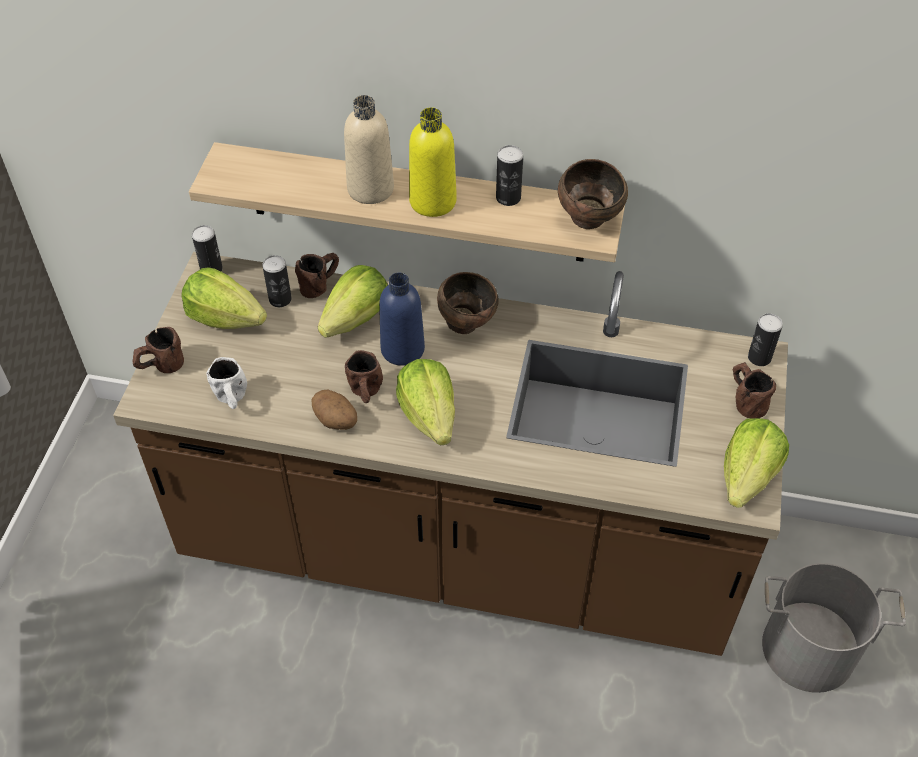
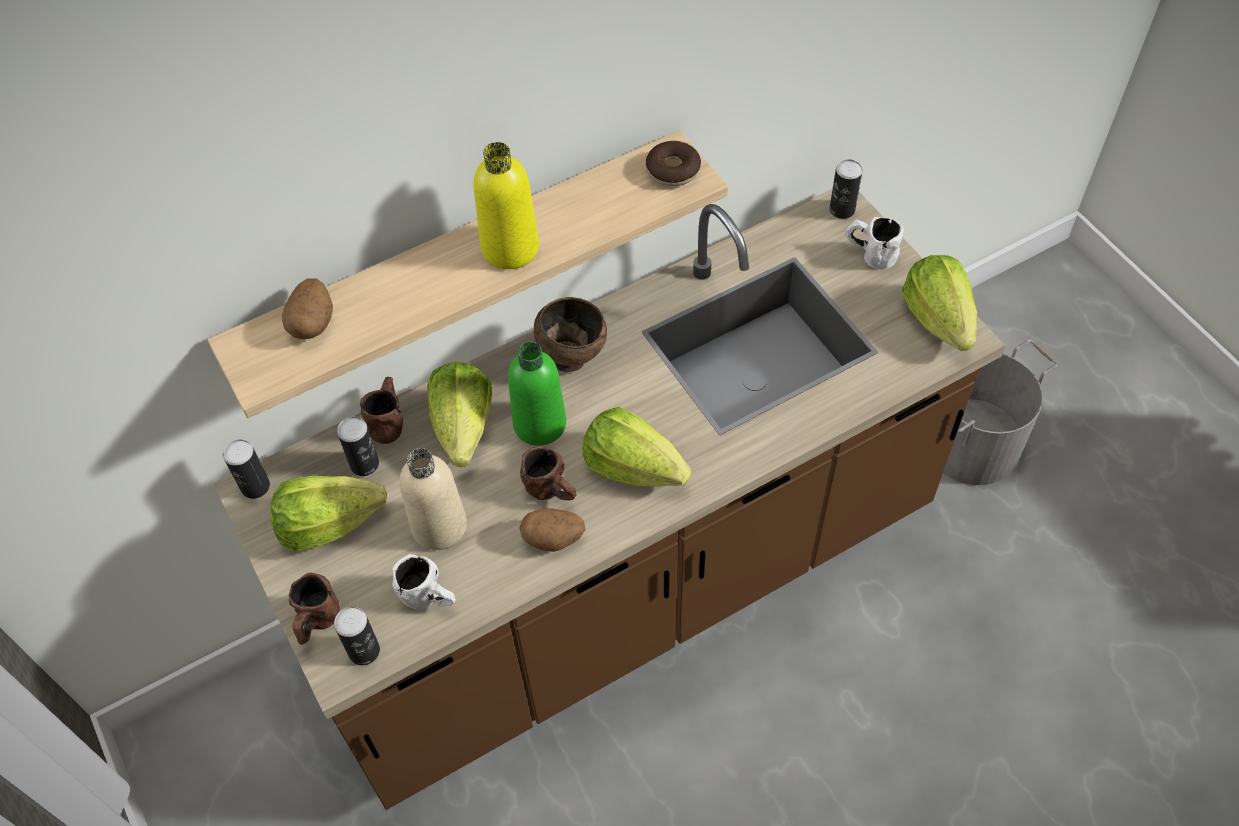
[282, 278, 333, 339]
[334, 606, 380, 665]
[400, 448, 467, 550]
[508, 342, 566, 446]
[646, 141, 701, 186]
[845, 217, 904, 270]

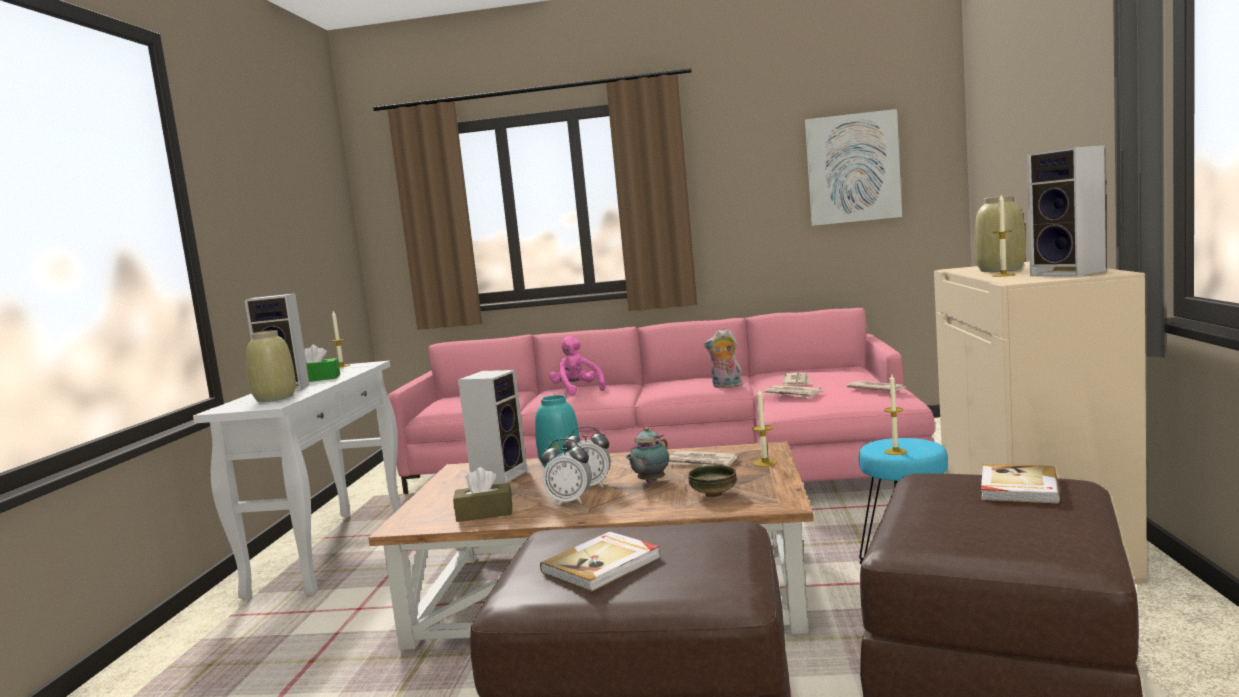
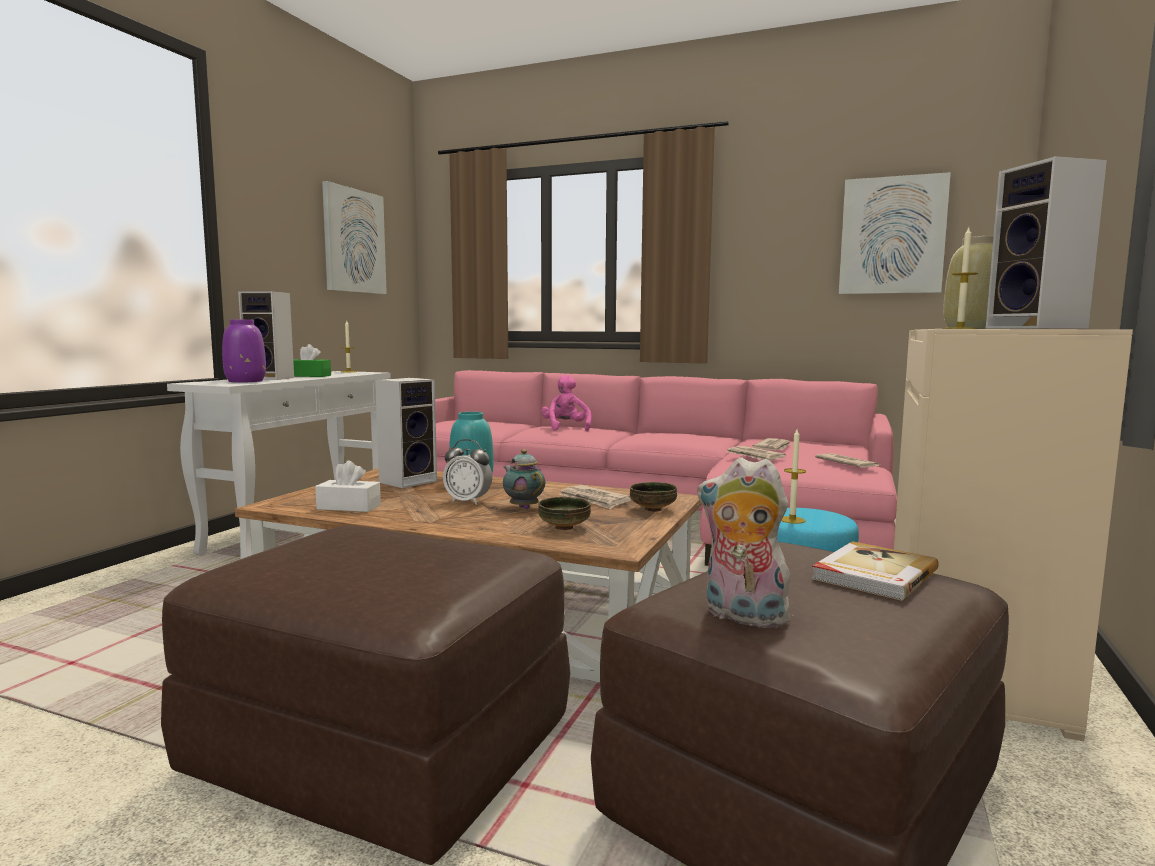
[222, 320, 266, 383]
[315, 461, 381, 512]
[322, 181, 387, 294]
[503, 449, 545, 509]
[630, 482, 677, 512]
[697, 458, 797, 628]
[540, 532, 661, 592] (first image)
[541, 438, 592, 505] (first image)

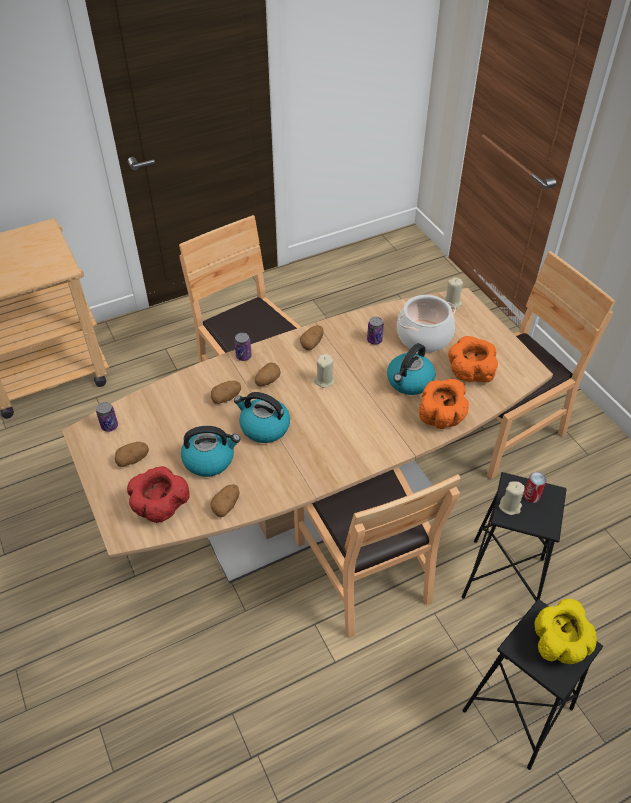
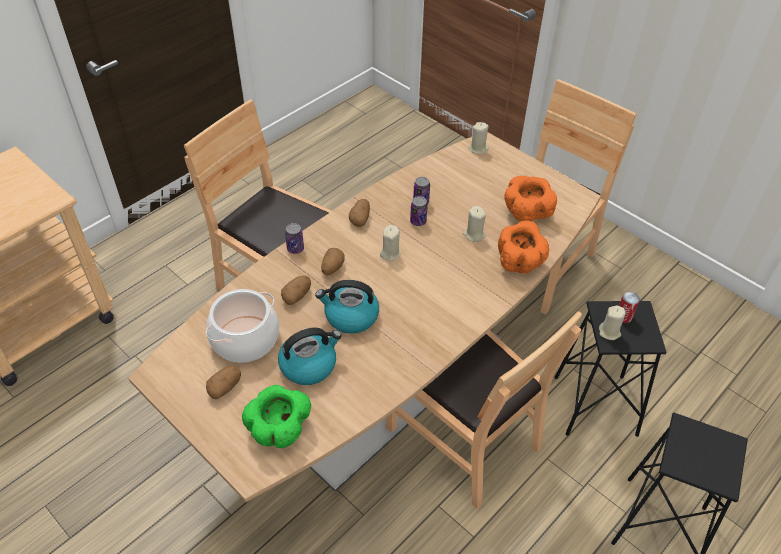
[206, 289, 279, 363]
[242, 385, 311, 448]
[410, 196, 428, 226]
[463, 206, 486, 242]
[210, 484, 240, 517] (first image)
[534, 599, 597, 664] (first image)

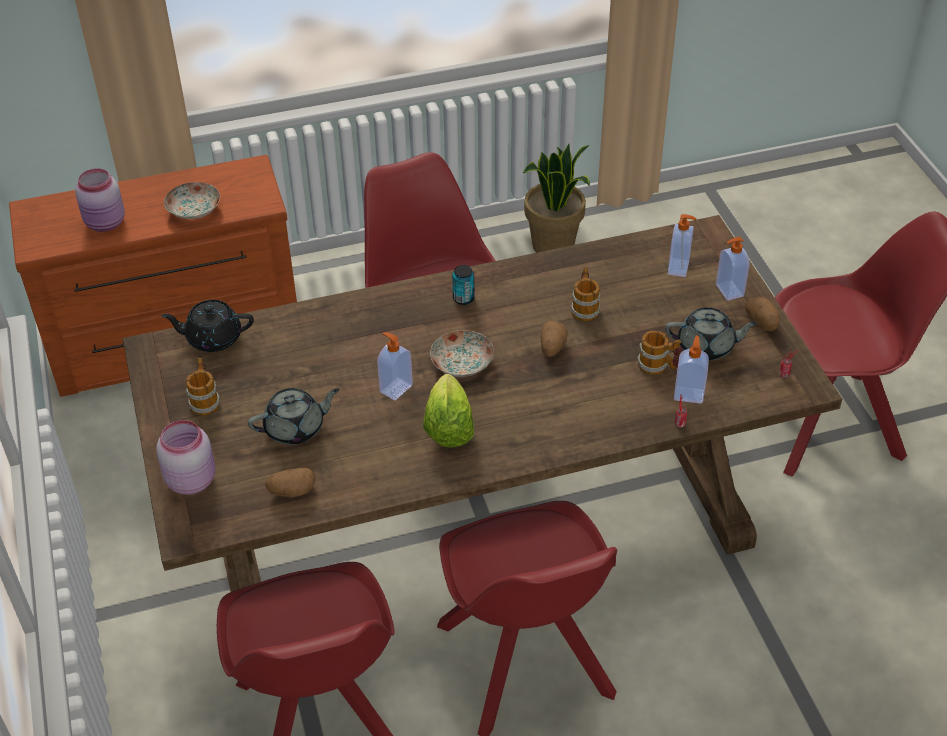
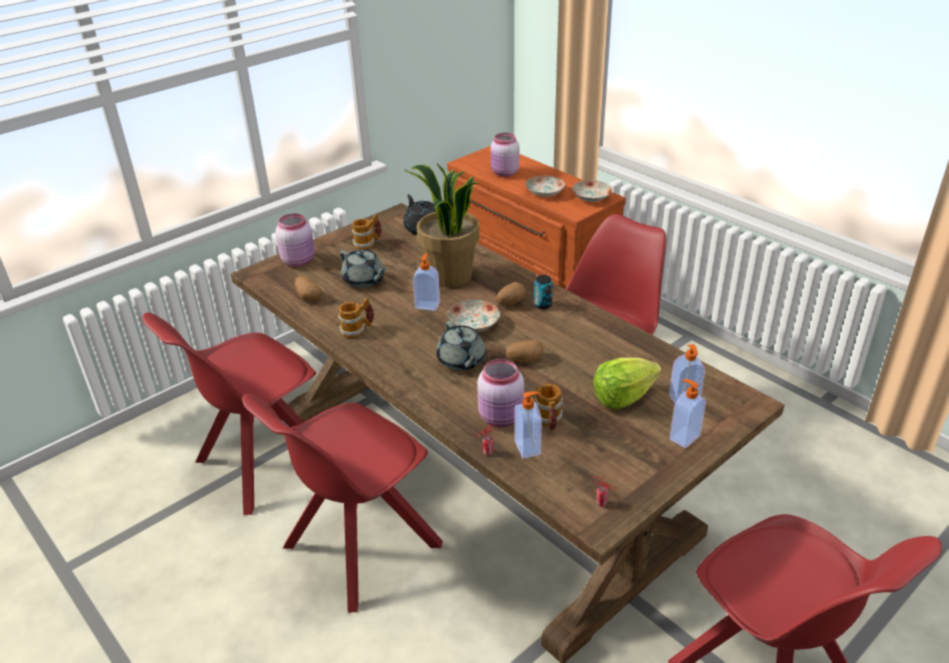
[338, 298, 374, 338]
[405, 164, 480, 288]
[436, 321, 486, 371]
[477, 359, 524, 427]
[497, 282, 526, 306]
[572, 180, 612, 202]
[593, 358, 662, 410]

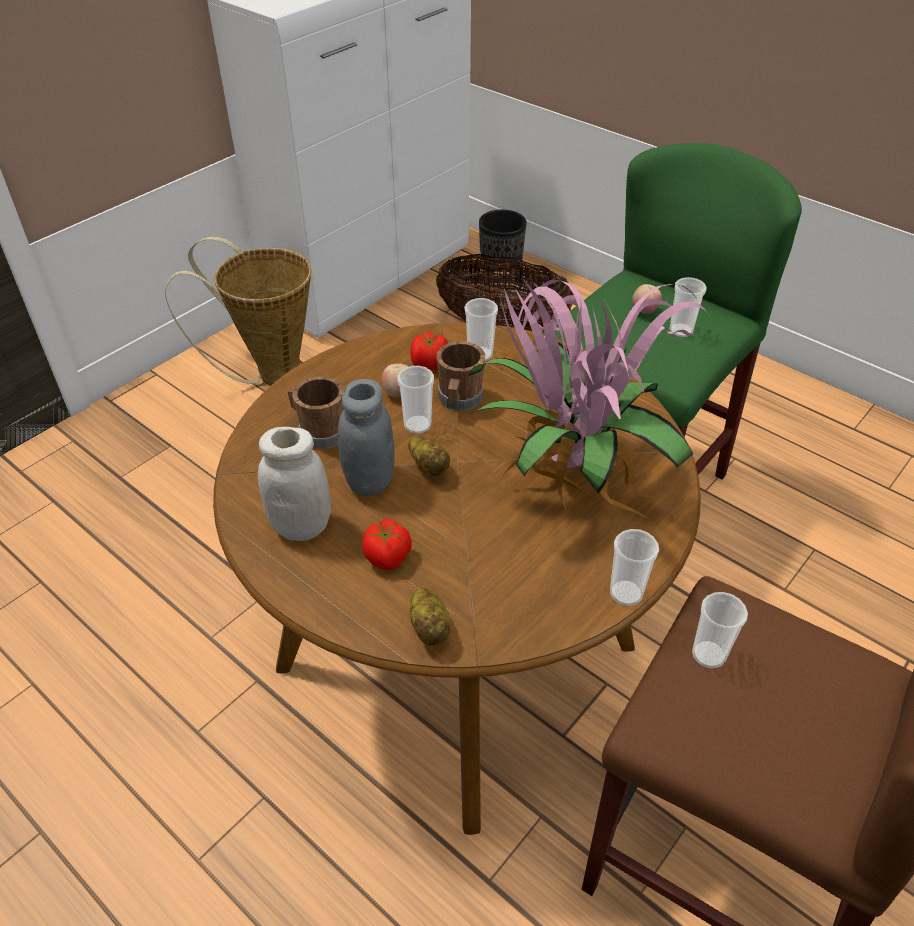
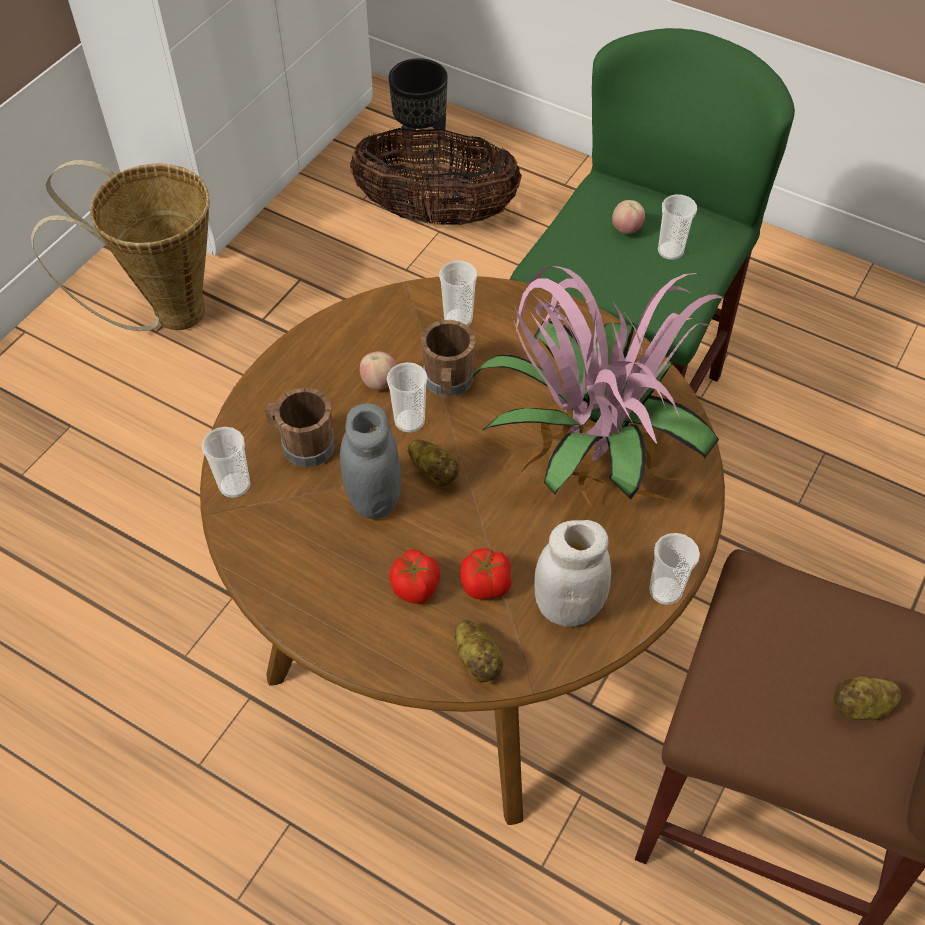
[202, 427, 250, 498]
[460, 549, 512, 599]
[535, 520, 611, 627]
[833, 676, 902, 720]

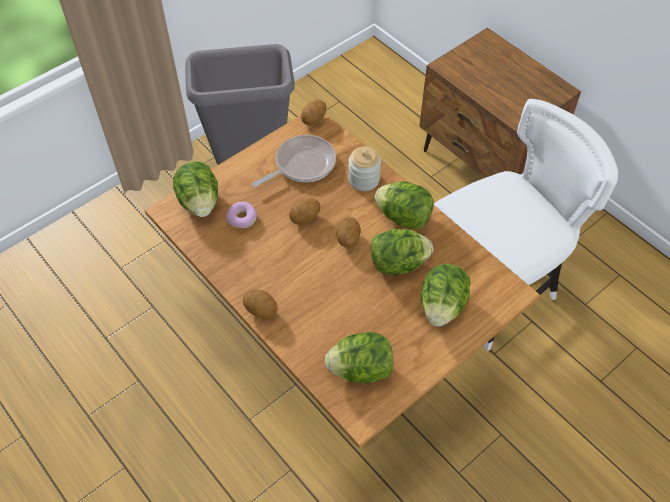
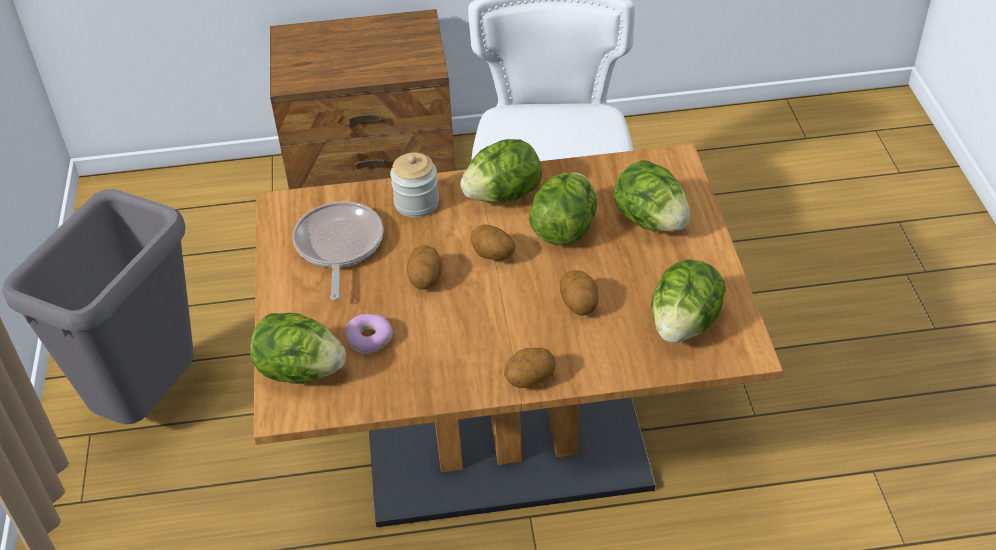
[560, 270, 599, 315]

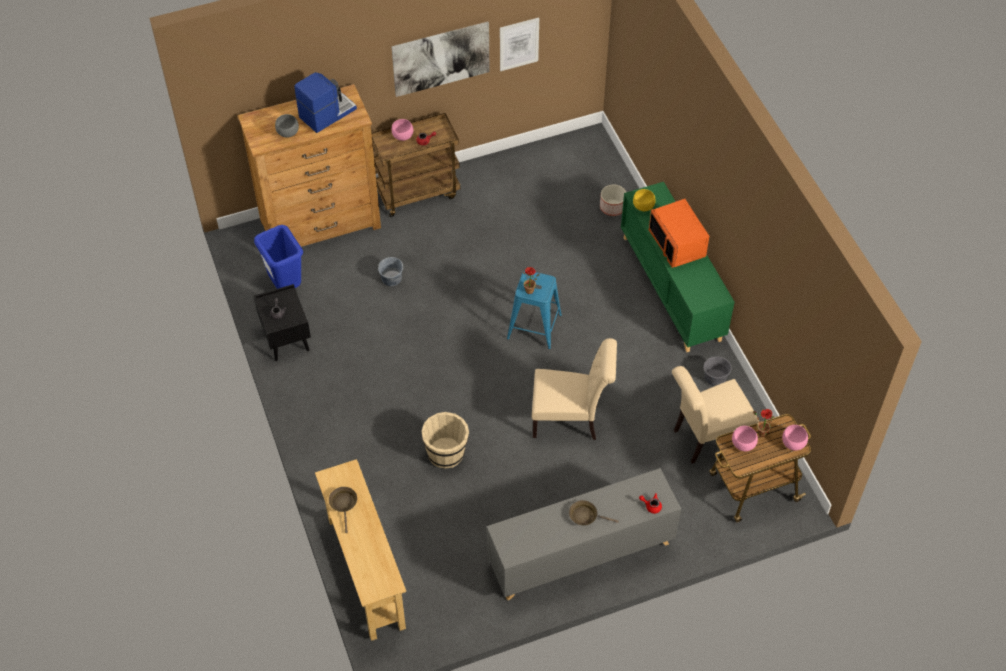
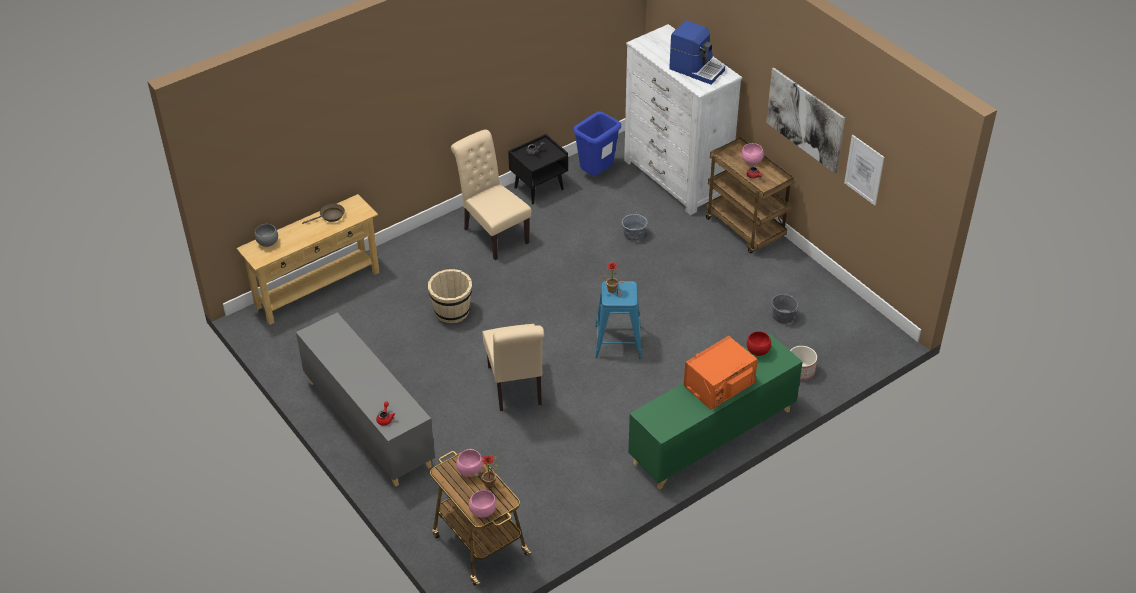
[255, 224, 278, 247]
[451, 130, 532, 260]
[624, 24, 742, 215]
[747, 331, 771, 356]
[772, 294, 798, 324]
[569, 500, 619, 525] (first image)

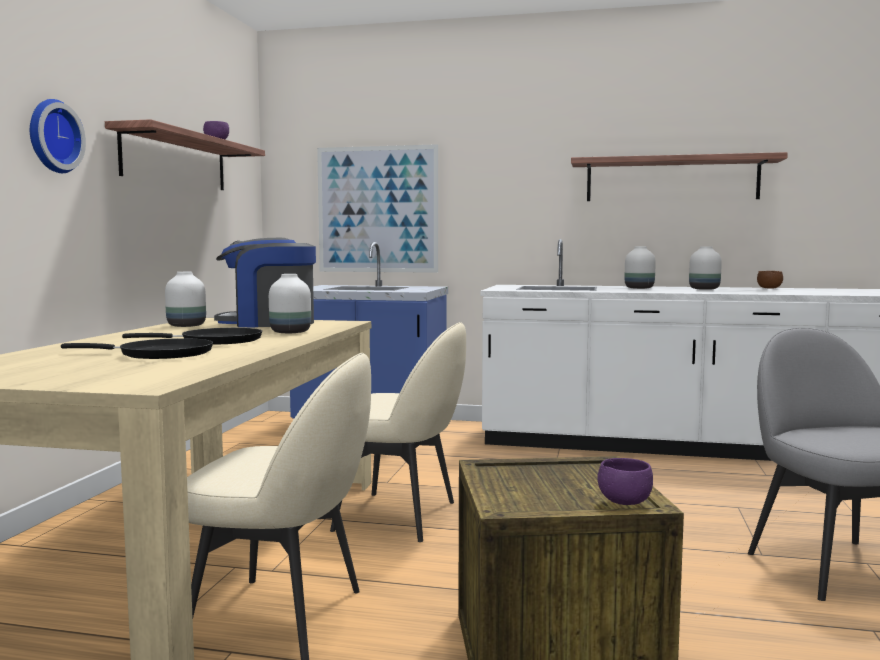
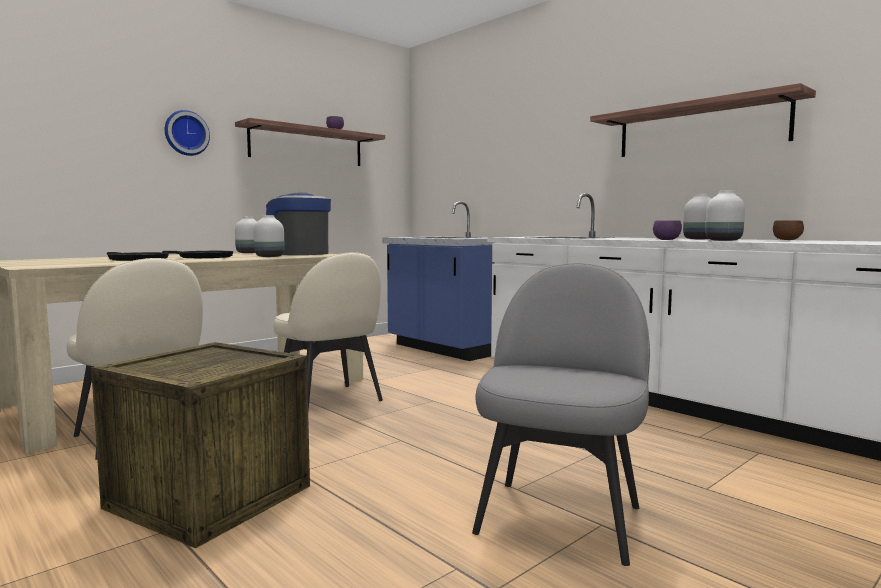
[653, 220, 682, 240]
[705, 191, 745, 241]
[317, 144, 438, 273] (first image)

